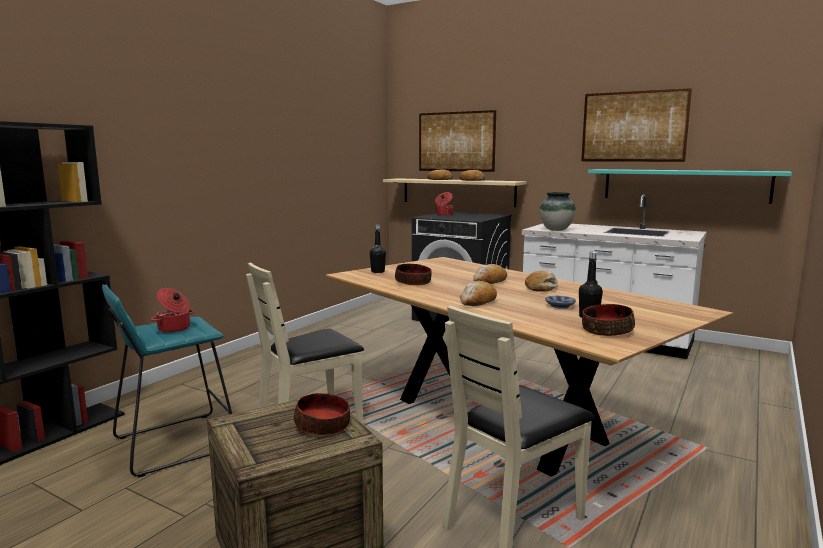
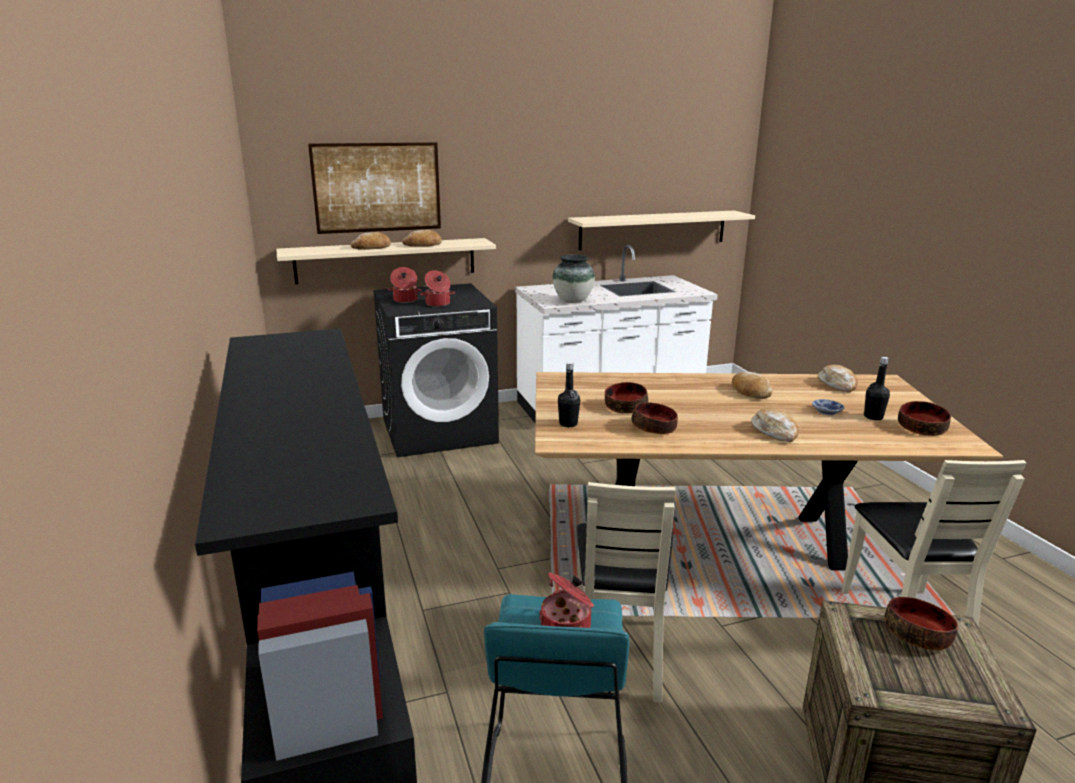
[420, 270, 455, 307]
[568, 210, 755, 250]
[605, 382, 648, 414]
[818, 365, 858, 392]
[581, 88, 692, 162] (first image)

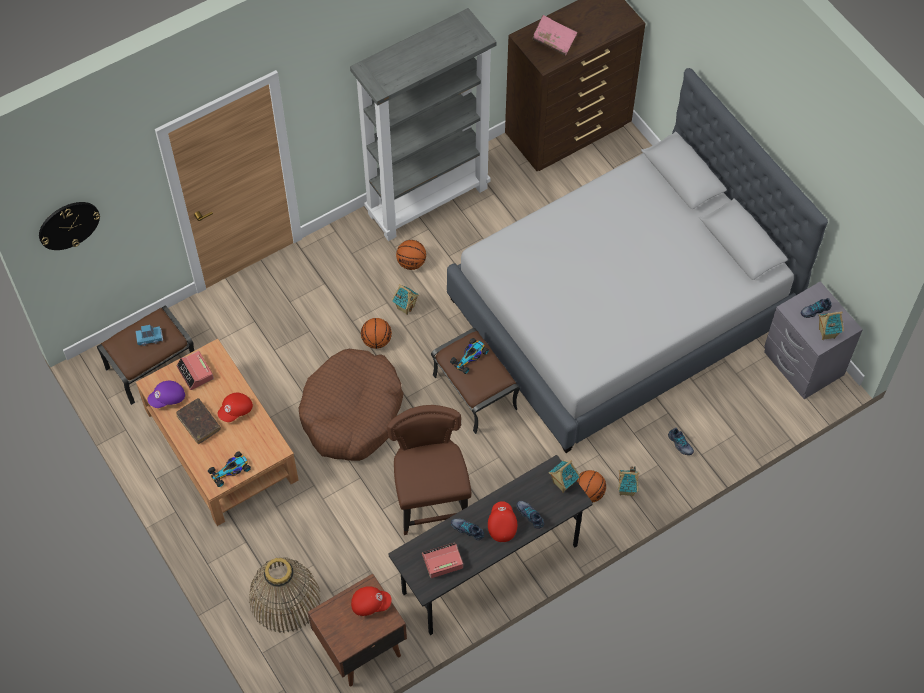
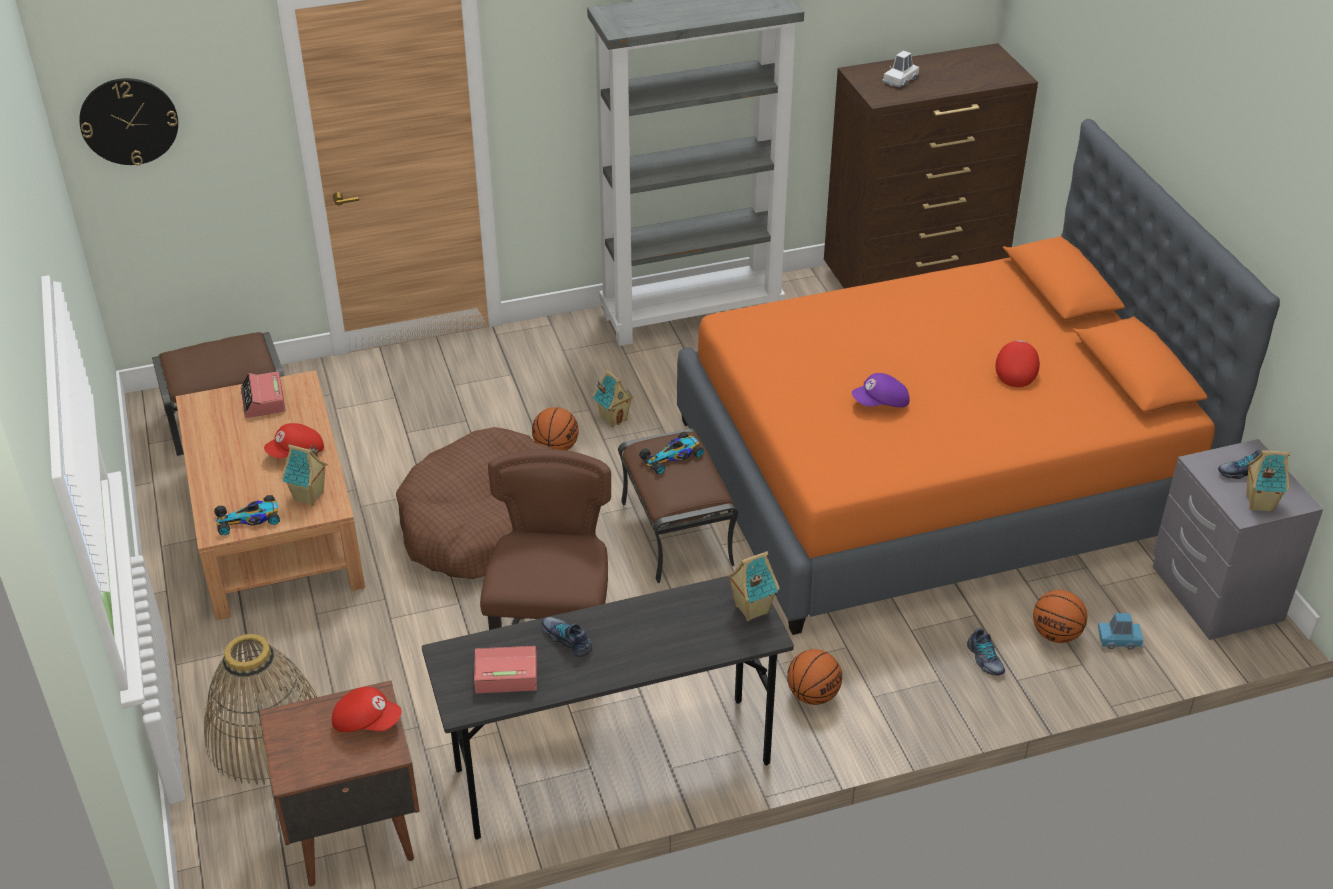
[281, 444, 328, 506]
[677, 119, 1280, 635]
[852, 373, 910, 407]
[882, 51, 919, 87]
[996, 340, 1040, 387]
[1033, 590, 1087, 643]
[1098, 613, 1144, 650]
[176, 398, 221, 444] (first image)
[516, 501, 544, 529] (first image)

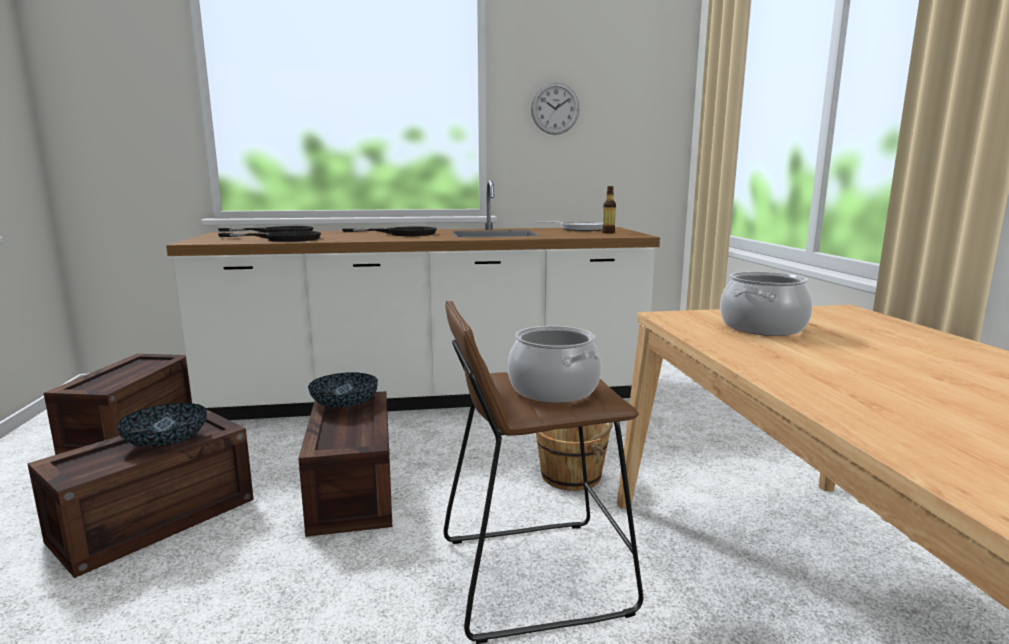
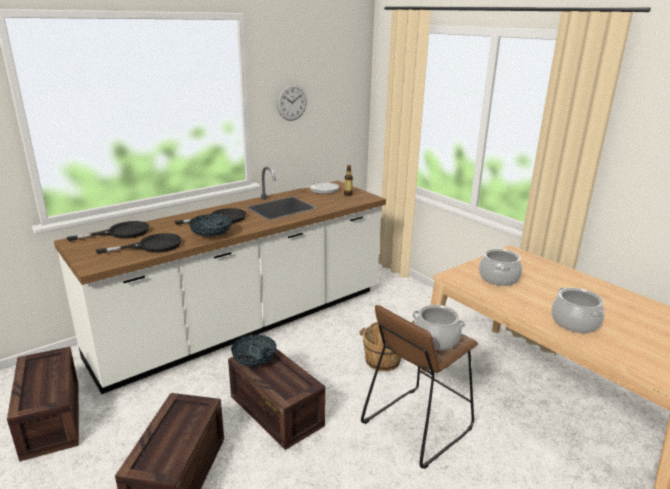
[189, 214, 232, 236]
[551, 287, 605, 333]

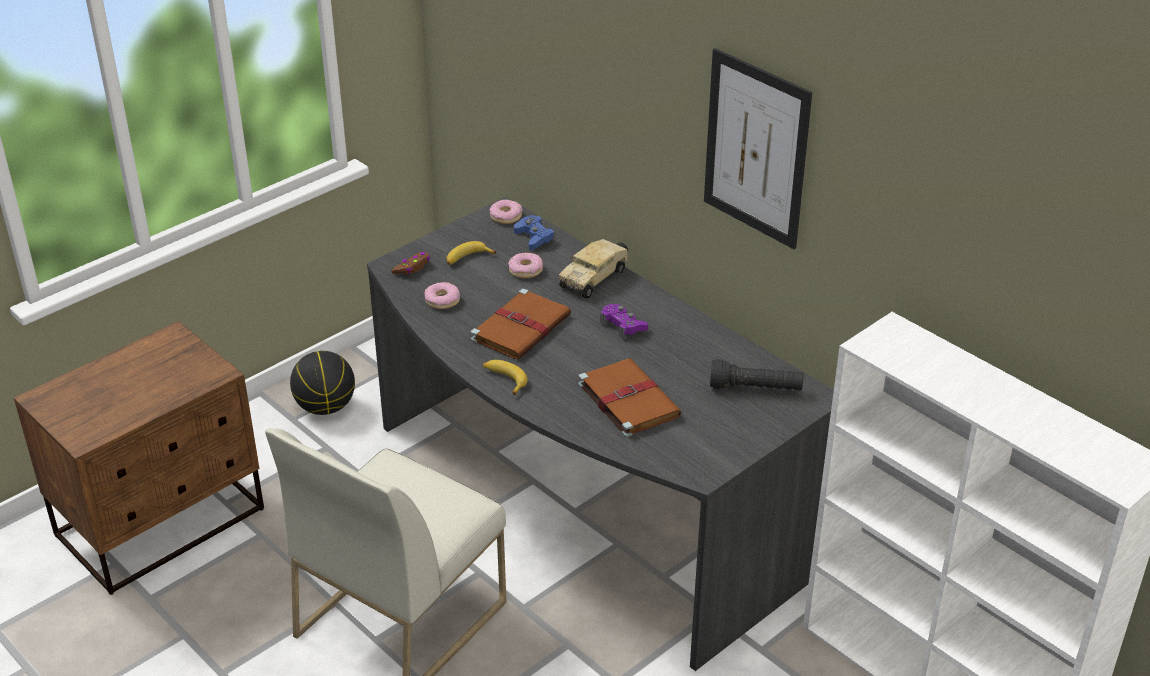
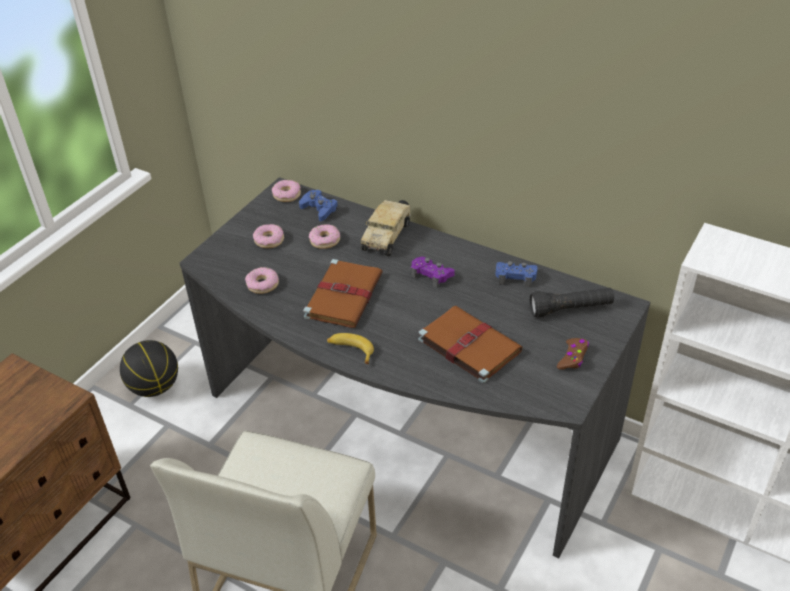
[253, 224, 284, 248]
[495, 261, 538, 287]
[557, 338, 589, 370]
[704, 48, 812, 249] (first image)

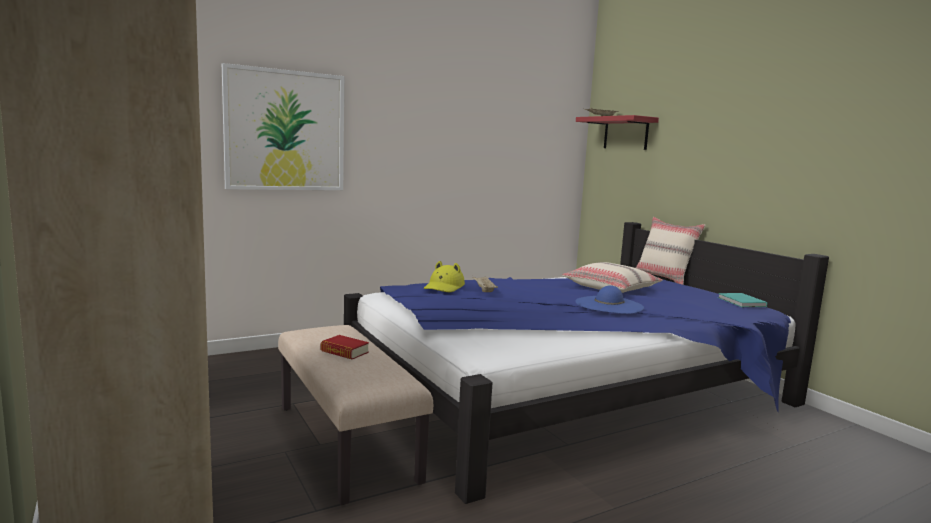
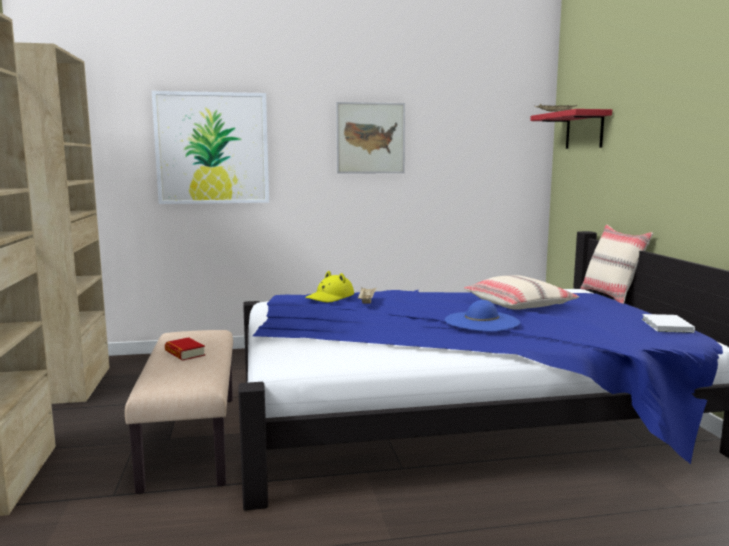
[336, 102, 405, 174]
[642, 314, 695, 333]

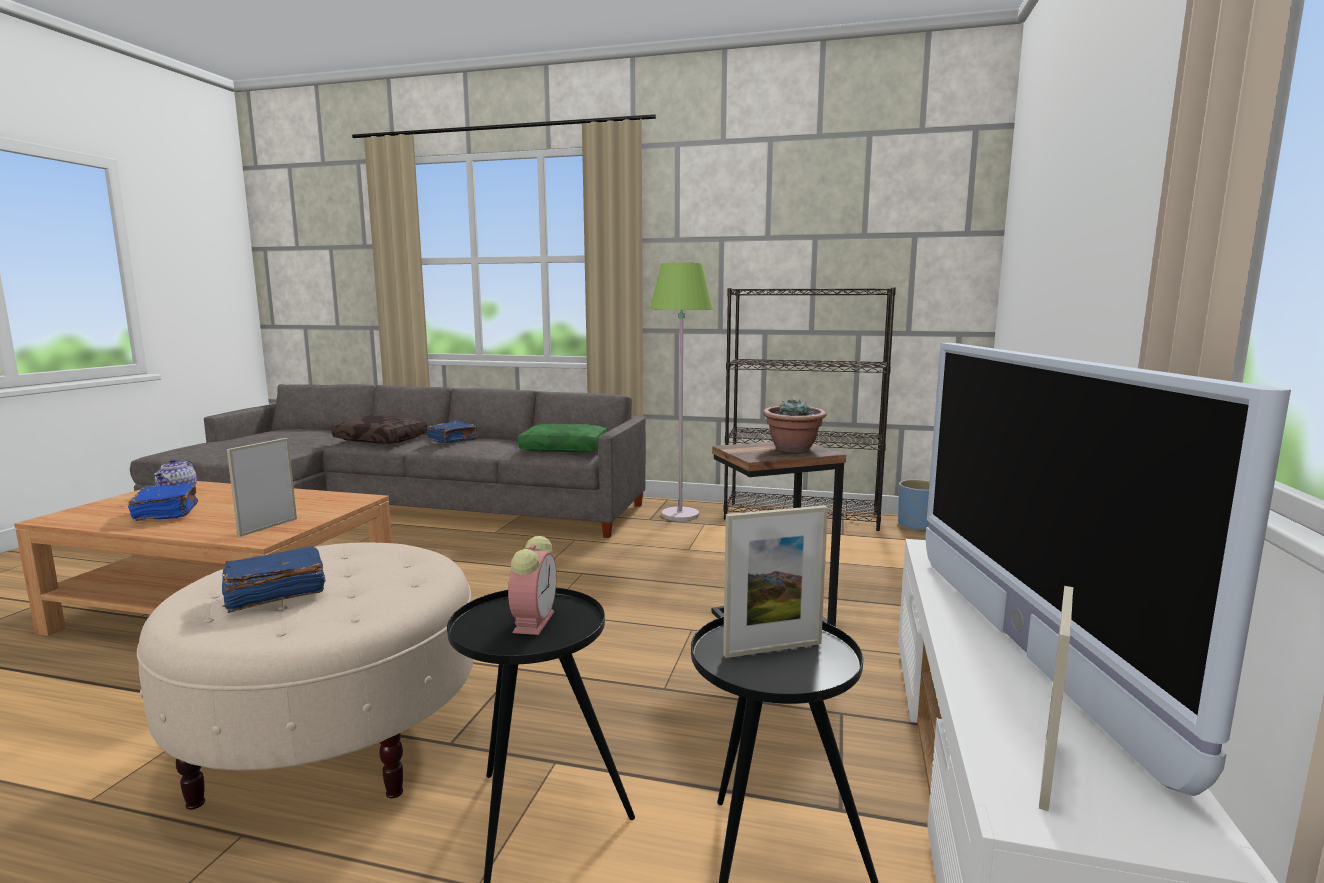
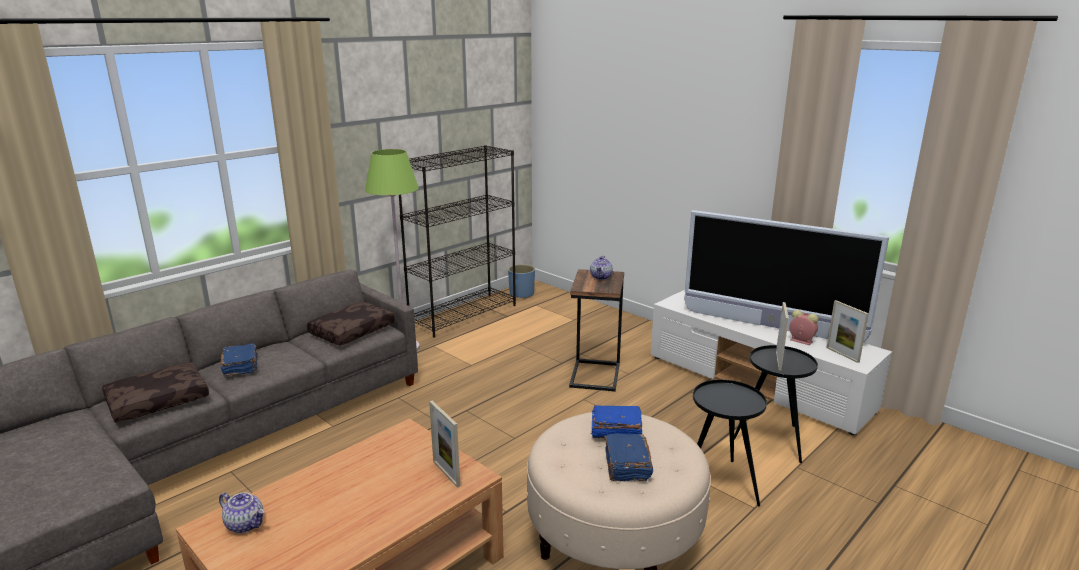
[307, 301, 395, 346]
[590, 256, 613, 280]
[591, 405, 642, 438]
[789, 310, 818, 345]

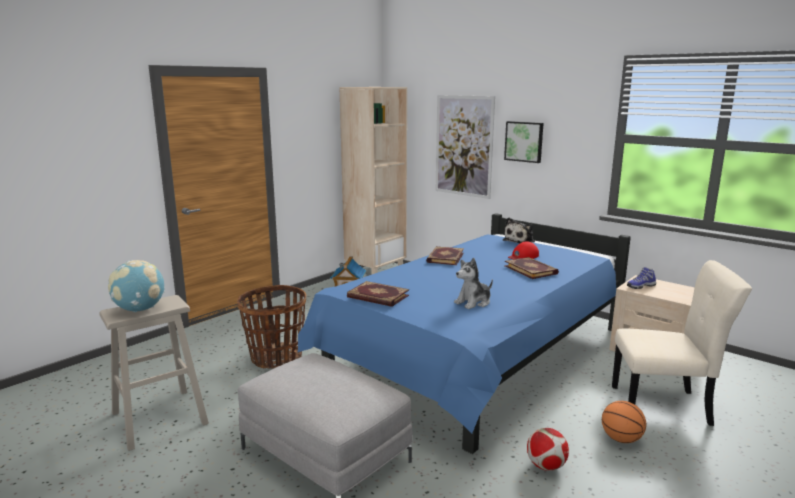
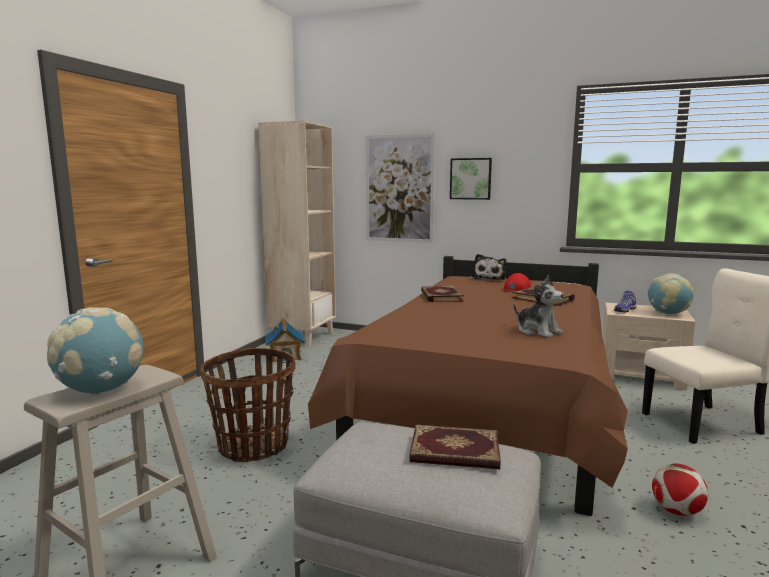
[308, 256, 628, 516]
[409, 425, 500, 469]
[513, 274, 564, 338]
[647, 273, 694, 314]
[602, 401, 646, 443] (first image)

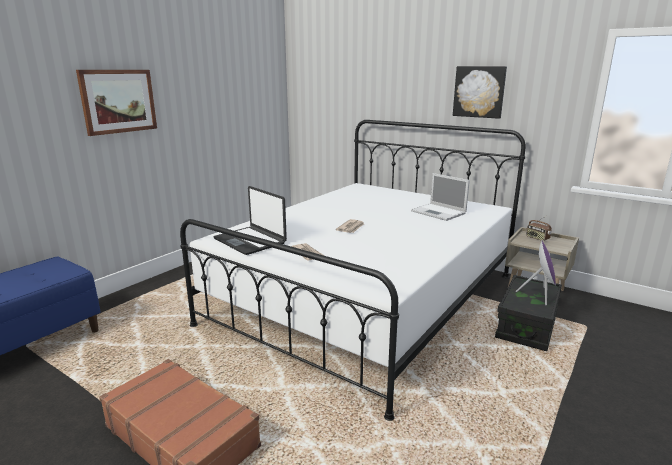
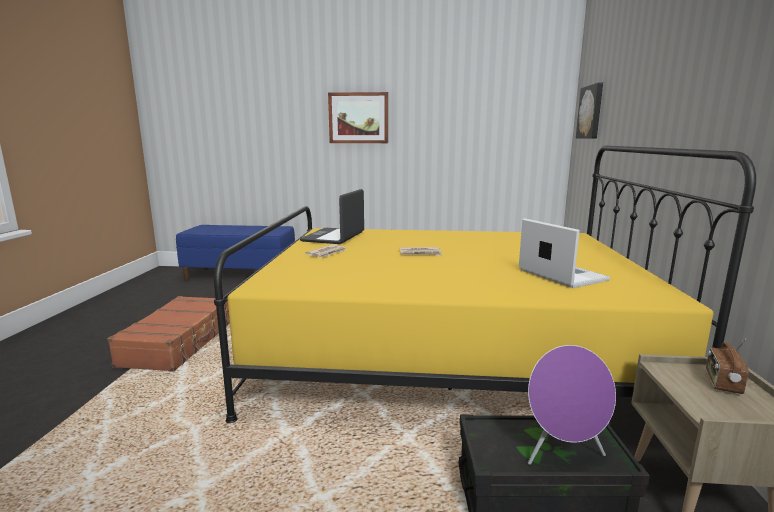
[214, 146, 756, 423]
[519, 218, 610, 288]
[576, 83, 603, 138]

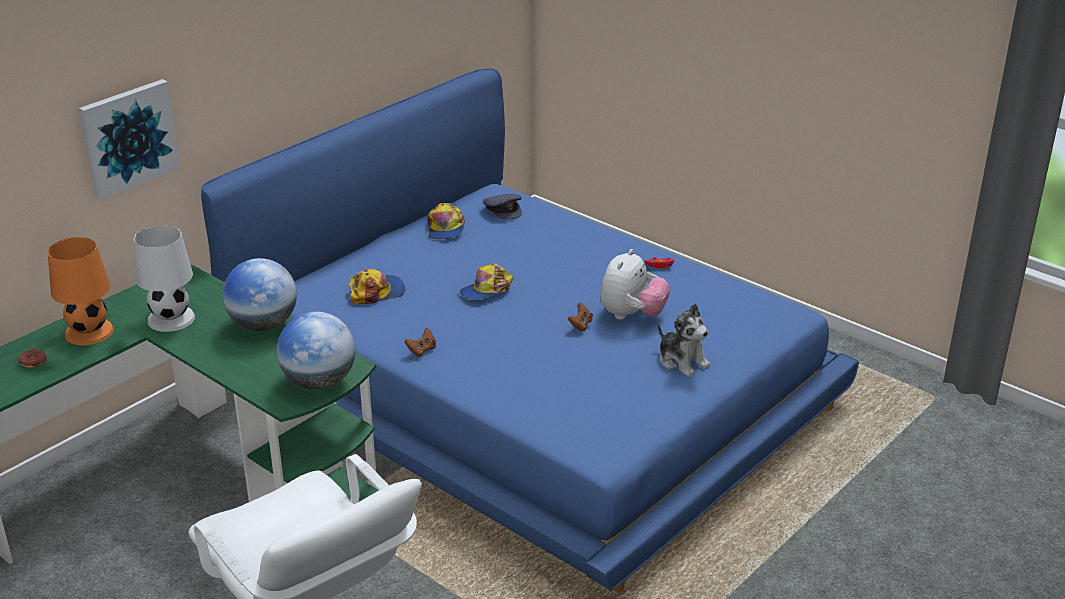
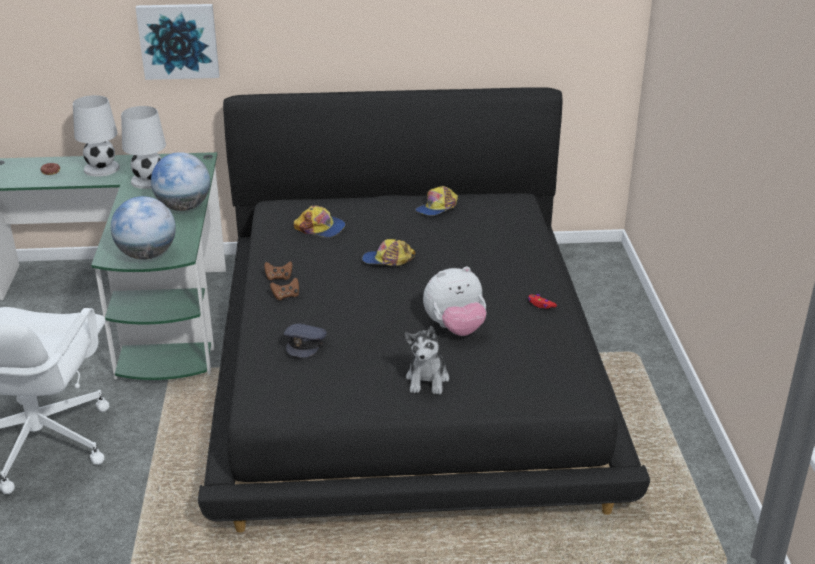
[73, 95, 120, 177]
[198, 87, 650, 532]
[270, 277, 299, 300]
[284, 324, 327, 358]

